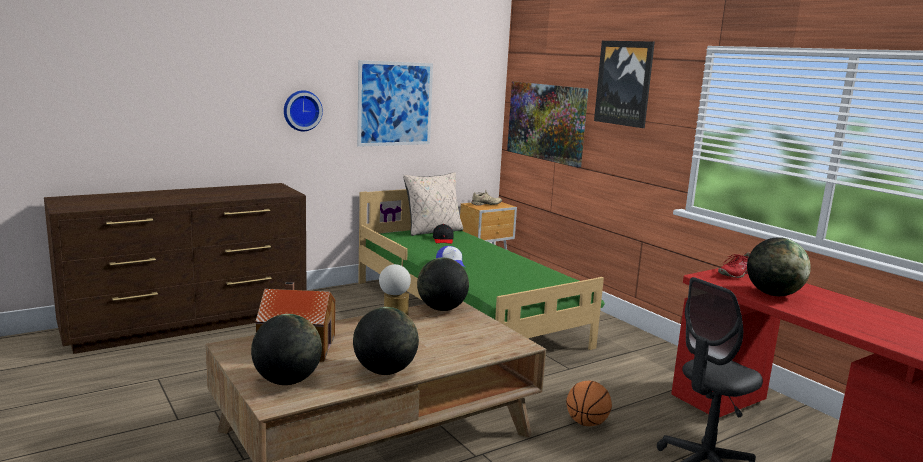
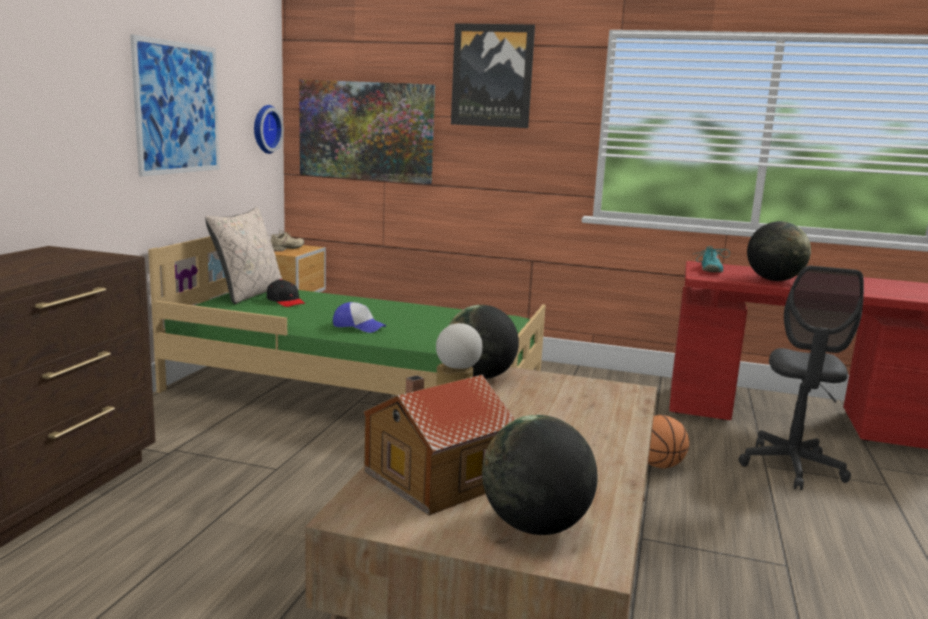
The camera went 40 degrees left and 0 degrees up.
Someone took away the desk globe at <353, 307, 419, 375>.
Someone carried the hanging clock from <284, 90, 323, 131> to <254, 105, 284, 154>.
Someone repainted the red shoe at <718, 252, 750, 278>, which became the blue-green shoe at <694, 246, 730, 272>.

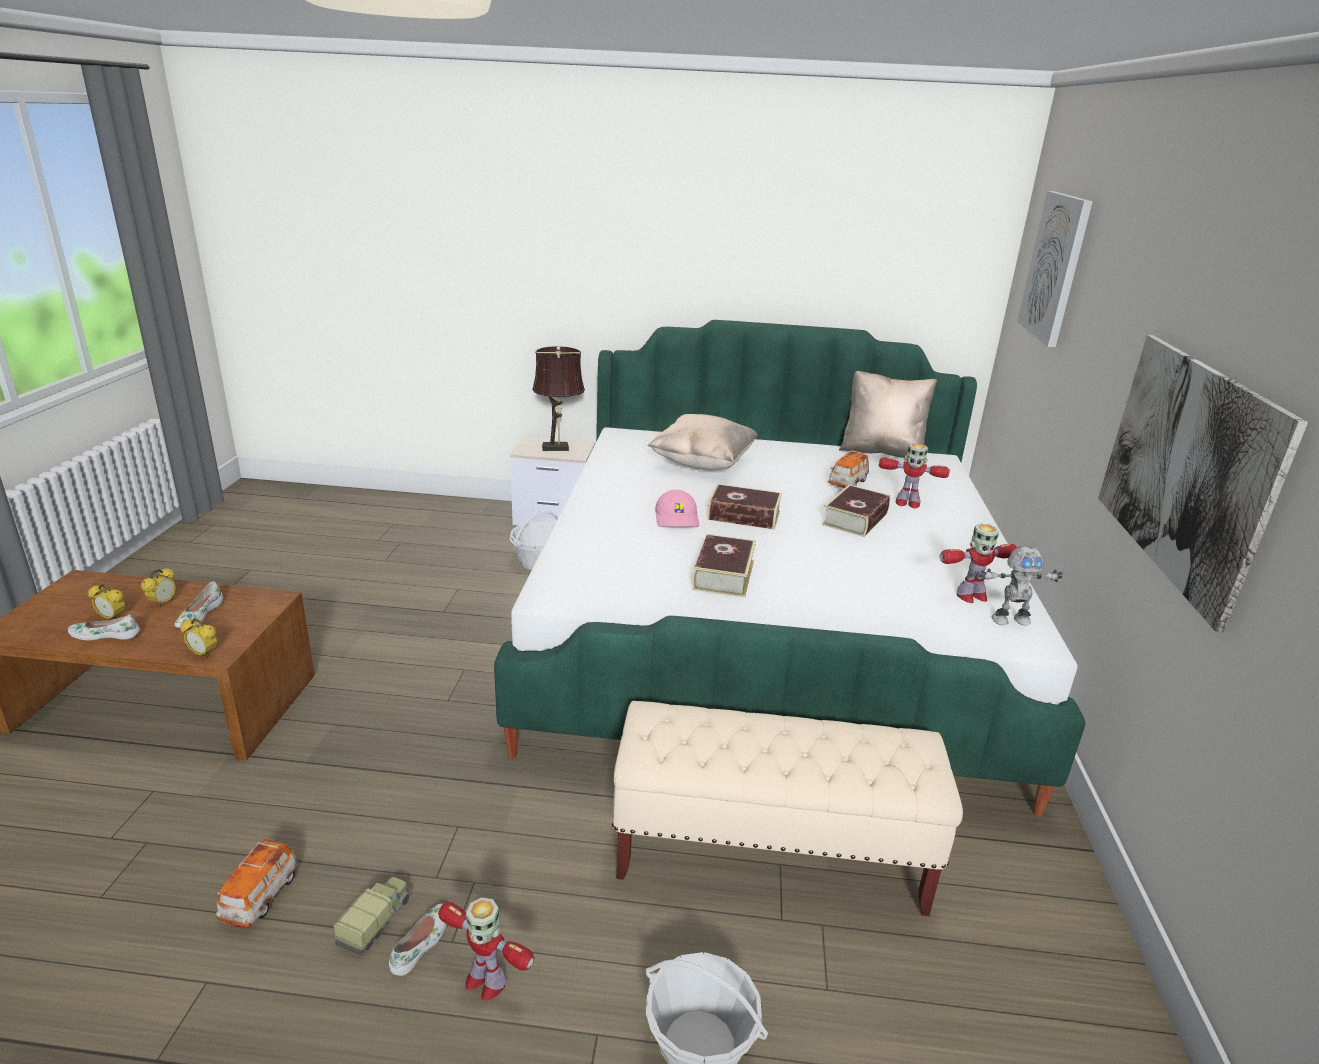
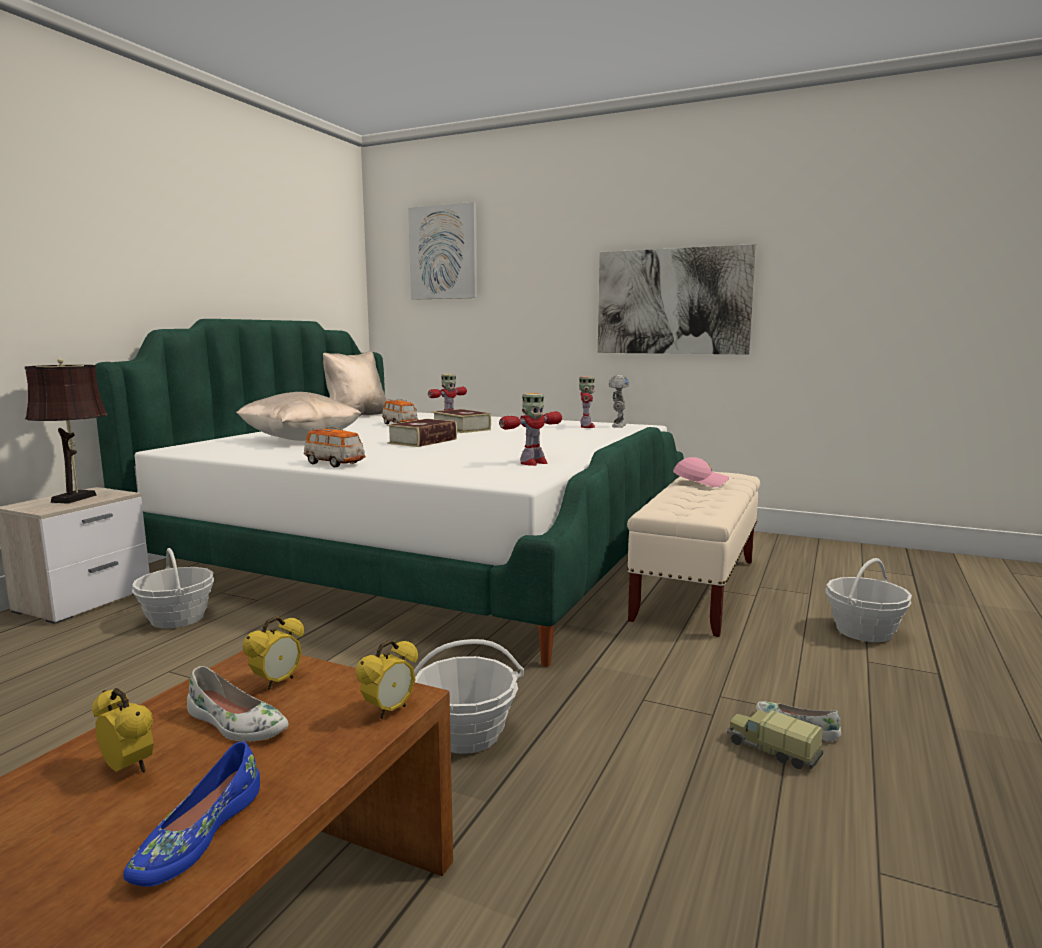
The camera went 70 degrees left and 15 degrees down.
Someone took away the bound book at <692, 534, 756, 598>.
Someone put down the household basket at <414, 639, 524, 754>.
Someone carried the alarm clock from <88, 584, 125, 619> to <243, 616, 304, 690>.
Someone carried the miniature car from <216, 839, 298, 928> to <303, 426, 365, 467>.
Someone carried the robot figure from <438, 897, 534, 1001> to <499, 393, 562, 466>.
Someone carried the pink baseball cap from <655, 490, 699, 527> to <673, 457, 729, 487>.
Someone repainted the whitish shoe at <68, 614, 140, 640>, which became the bluish shoe at <123, 741, 260, 887>.

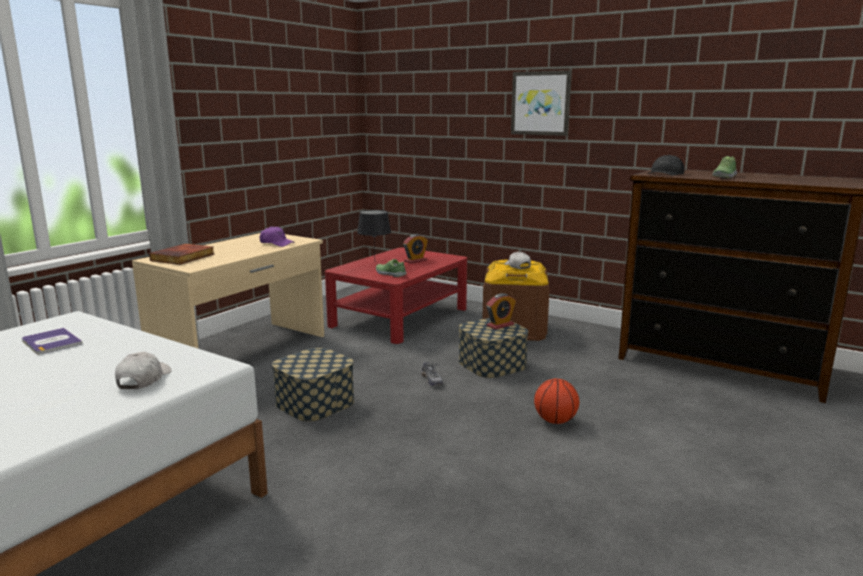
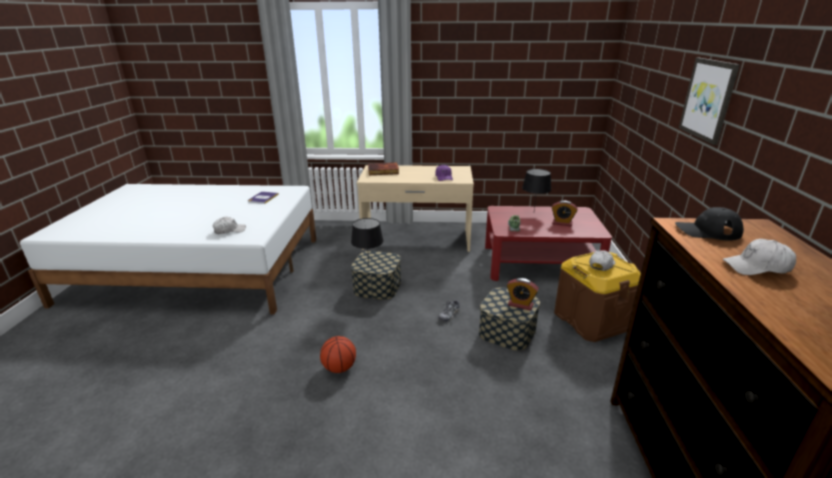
The camera went 60 degrees right and 10 degrees up.
Someone put down the blackish table lamp at <351, 218, 384, 265>.
Someone carried the basketball from <534, 379, 579, 424> to <320, 336, 356, 373>.
Someone swapped the shoe at <712, 156, 737, 178> for the whitish baseball cap at <722, 239, 796, 275>.

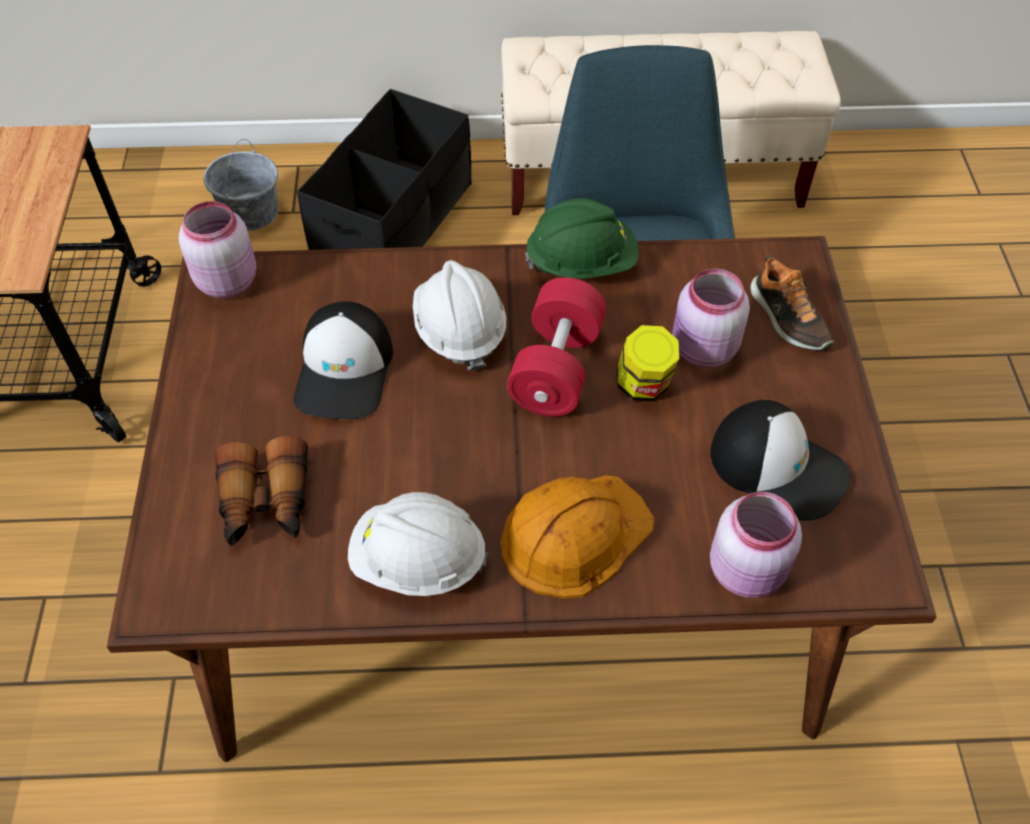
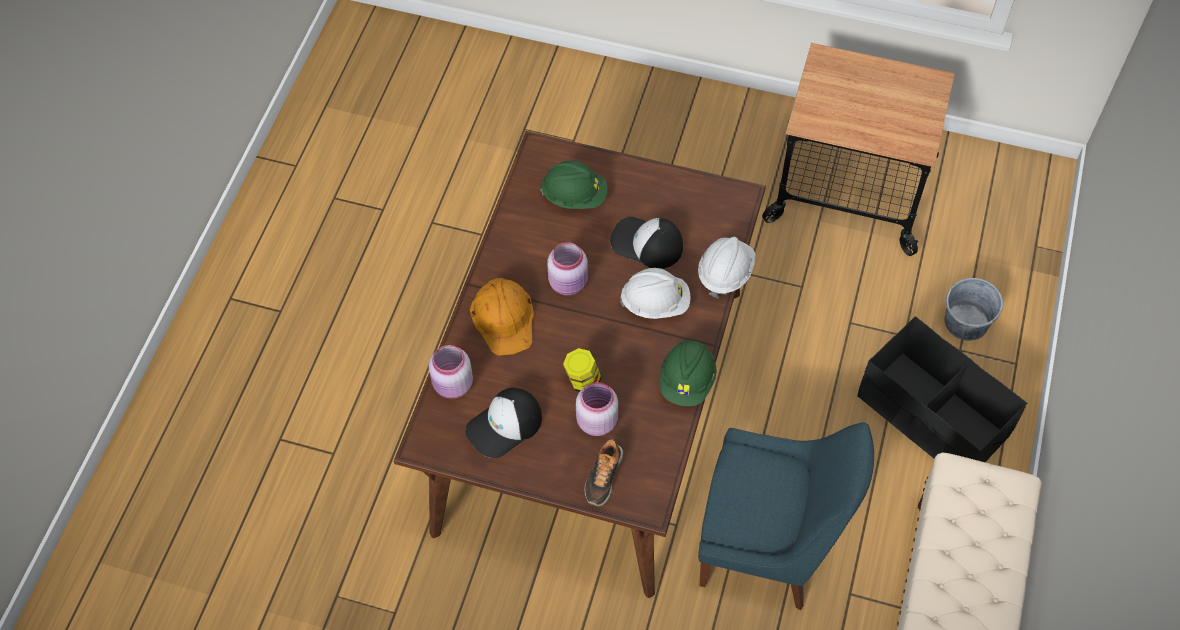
The camera went 110 degrees right and 5 degrees up.
Someone took away the red hand weight at <507, 277, 606, 417>.
Someone carried the pink storage jar from <179, 201, 257, 298> to <547, 242, 588, 296>.
Someone carried the whitish work helmet from <348, 492, 488, 596> to <698, 237, 756, 298>.
Someone swapped the field glasses at <215, 436, 308, 546> for the greenish work helmet at <541, 161, 608, 209>.
Someone rotated the shoe at <750, 256, 834, 350> by 60 degrees counterclockwise.

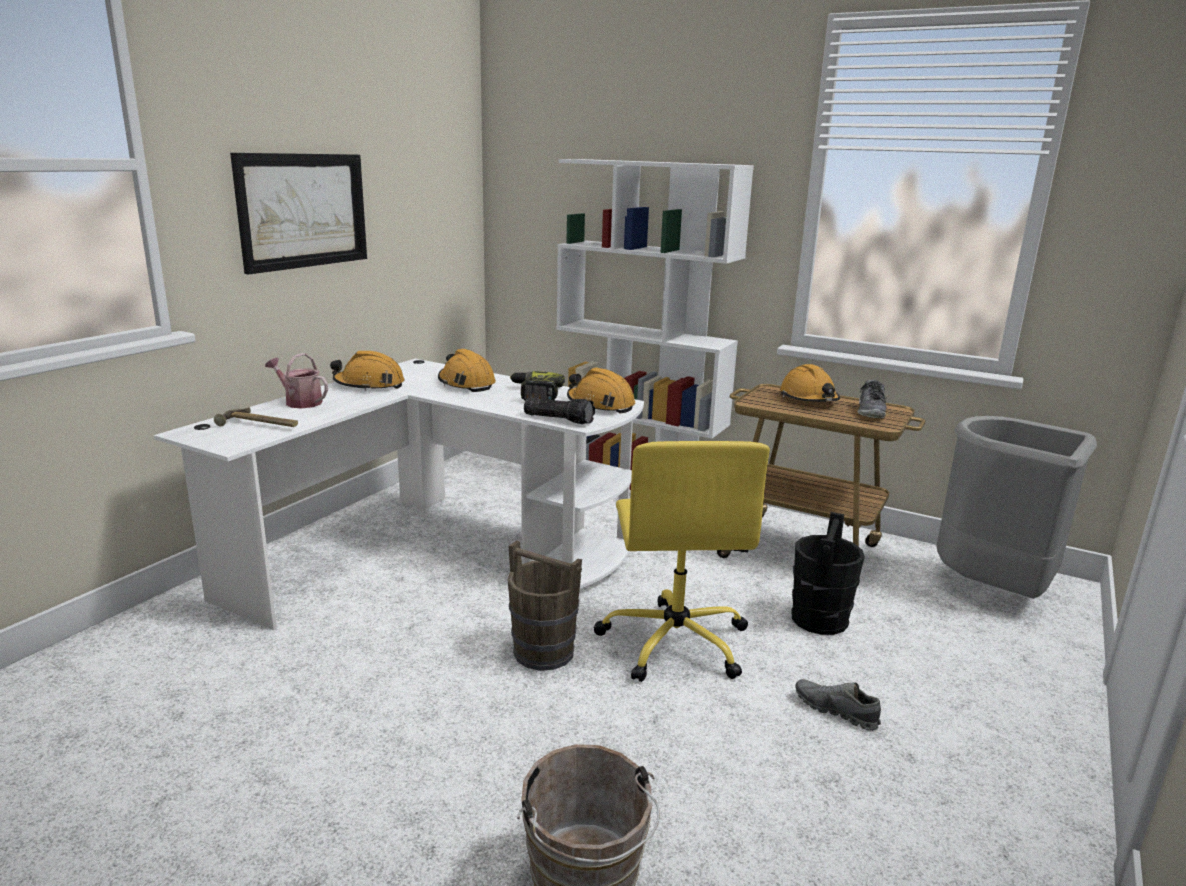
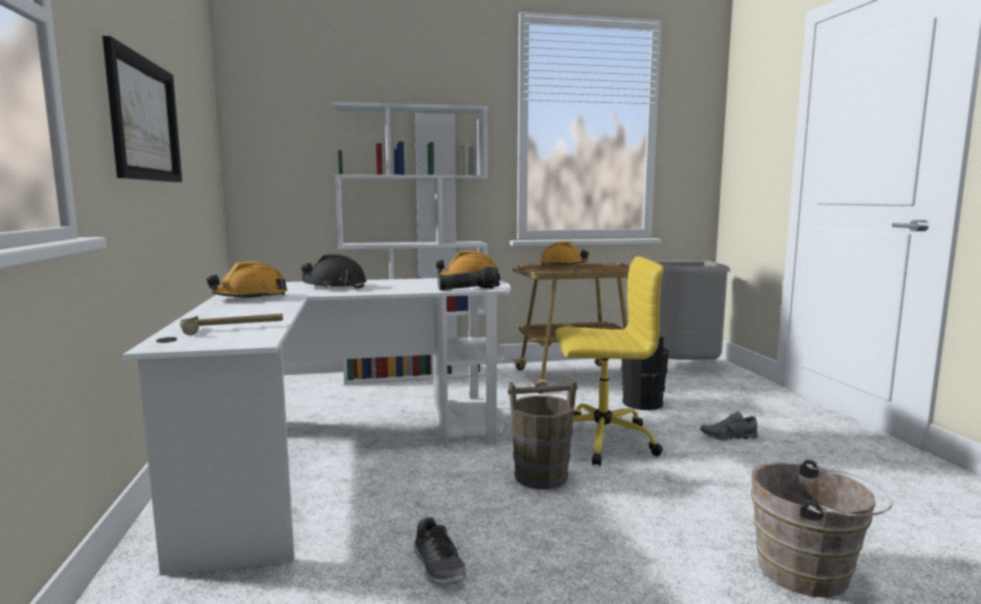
The camera went 40 degrees left and 10 degrees down.
Someone took away the sprinkling can at <265, 353, 328, 408>.
Someone took away the power drill at <510, 371, 565, 400>.
Someone carried the shoe from <857, 380, 887, 418> to <413, 517, 467, 586>.
Someone repainted the orangey work helmet at <438, 349, 496, 392>, which became the blackish work helmet at <301, 254, 366, 289>.
Someone rotated the yellow-coloured computer chair at <594, 441, 770, 682> by 45 degrees counterclockwise.

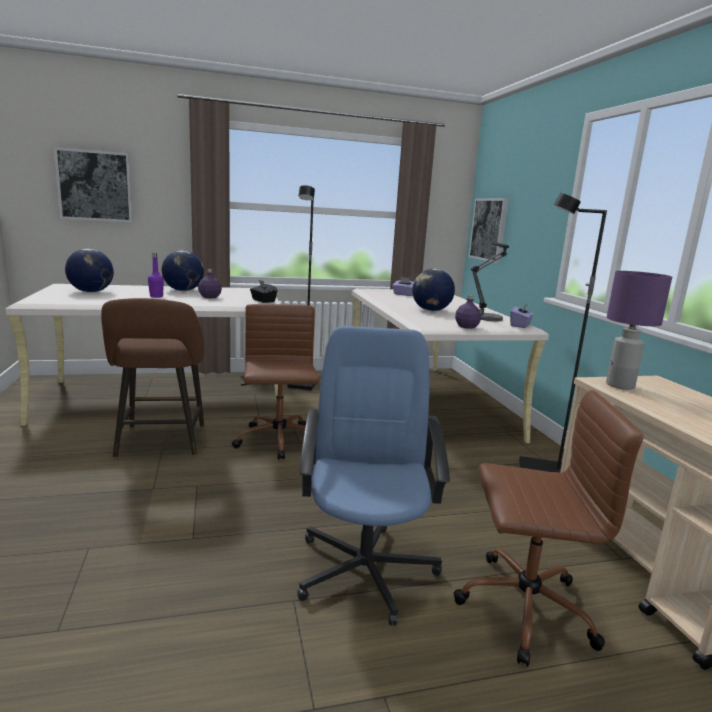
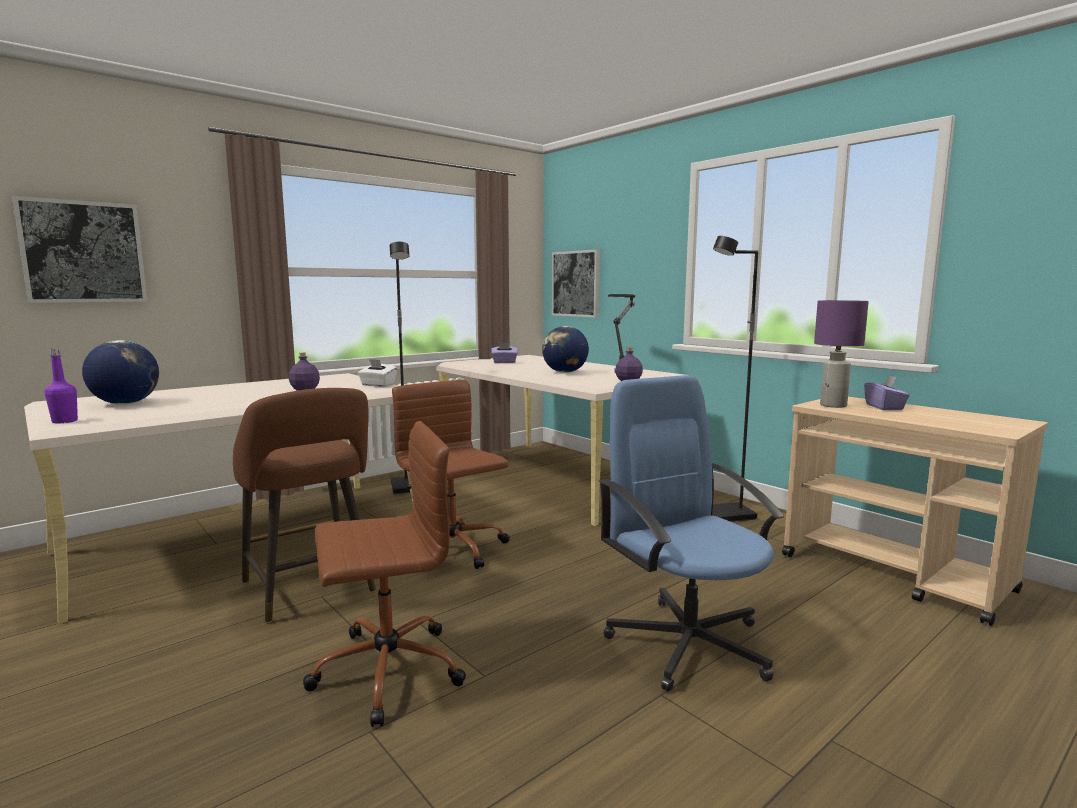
The camera went 25 degrees left and 5 degrees down.
Someone took away the desk globe at <162, 250, 204, 291>.
Someone carried the purple bottle from <148, 253, 164, 298> to <45, 348, 78, 423>.
Someone carried the brownish computer chair from <454, 390, 644, 667> to <303, 421, 466, 727>.
Someone carried the purple box of tissues from <510, 304, 534, 328> to <864, 375, 910, 410>.
Someone repainted the blackish box of tissues at <250, 280, 277, 303>, which became the whitish box of tissues at <358, 359, 397, 387>.

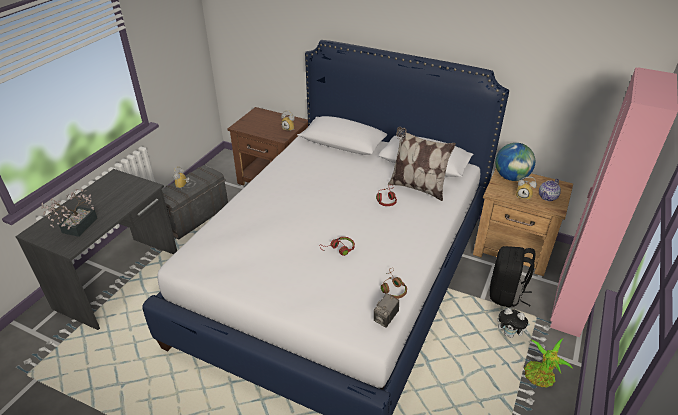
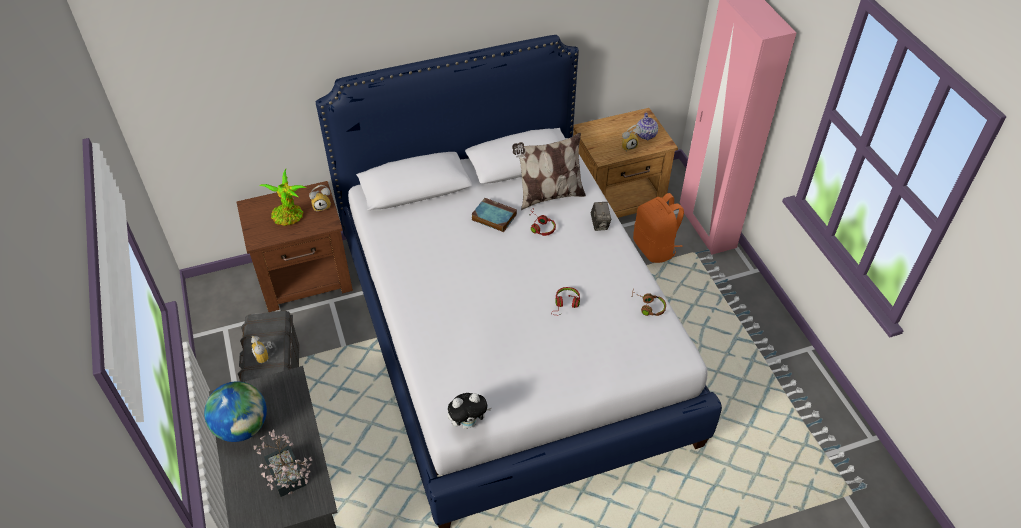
The camera went 45 degrees left and 10 degrees up.
Someone put down the bound book at <471, 198, 517, 232>.
Someone carried the photo camera from <374, 293, 399, 328> to <591, 202, 611, 231>.
Someone carried the desk globe from <495, 143, 535, 181> to <204, 381, 267, 442>.
Someone carried the plush toy from <497, 308, 530, 338> to <448, 393, 491, 429>.
Someone carried the plant in a pot from <524, 339, 572, 387> to <259, 169, 306, 226>.
Someone repainted the blackish rucksack at <490, 246, 535, 308>, which became the orangey rucksack at <633, 193, 684, 263>.

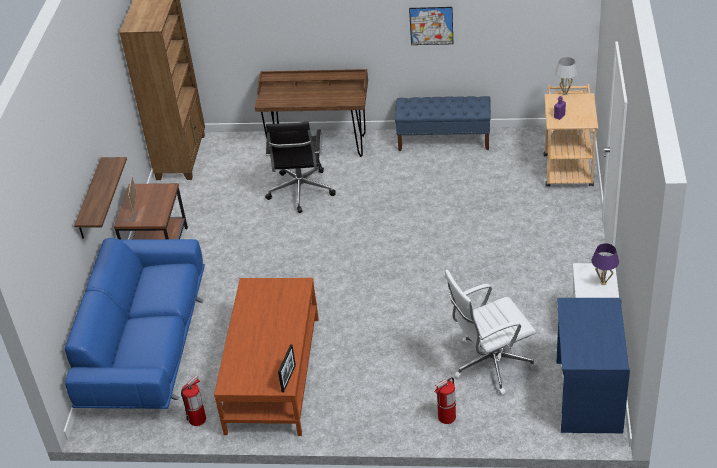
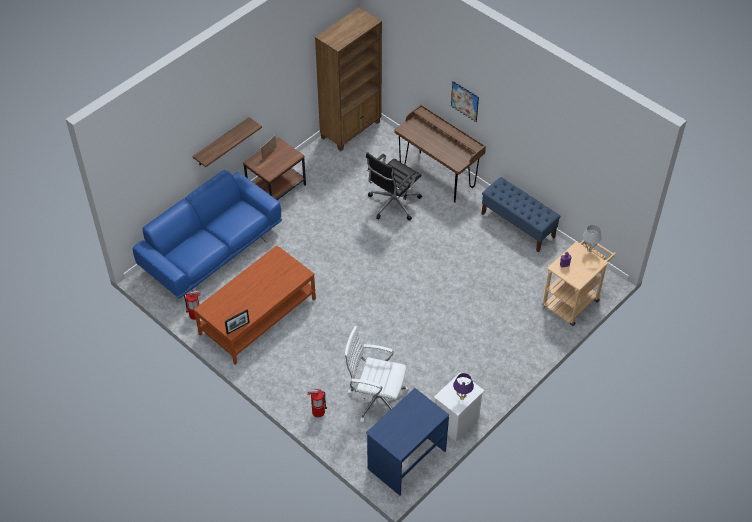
The camera went 35 degrees right and 10 degrees up.
Someone carried the wall art from <409, 7, 453, 45> to <451, 81, 479, 122>.

